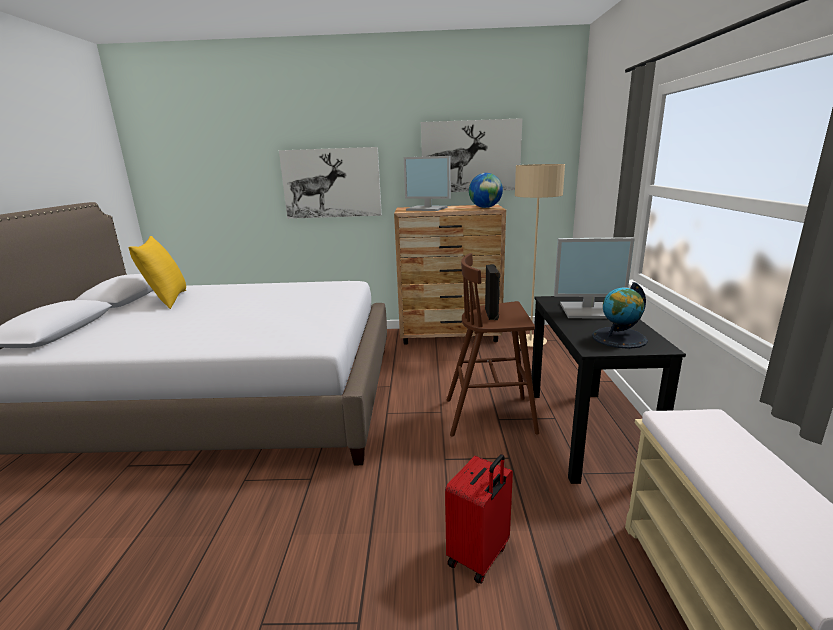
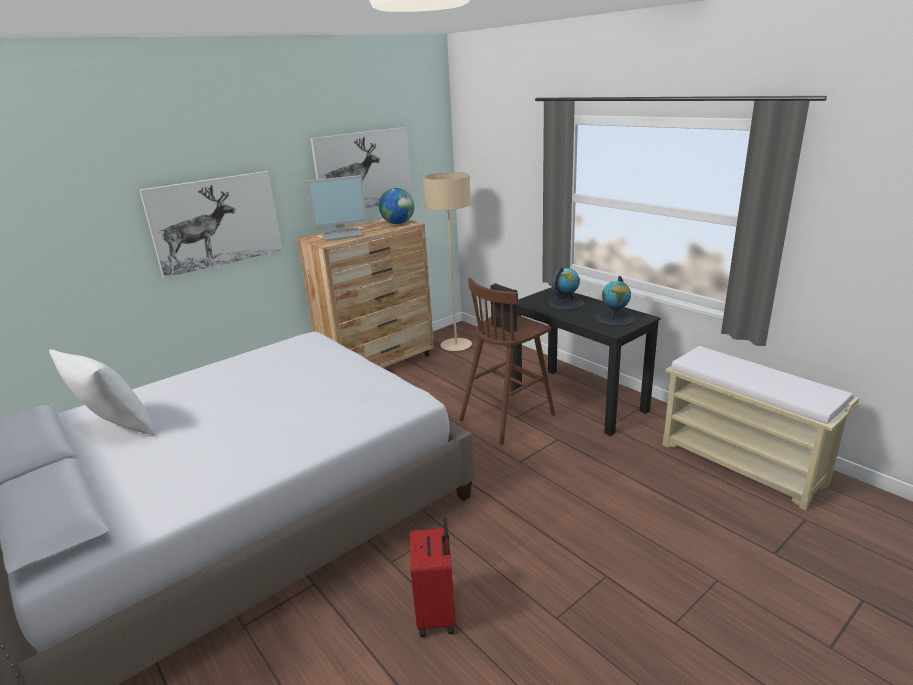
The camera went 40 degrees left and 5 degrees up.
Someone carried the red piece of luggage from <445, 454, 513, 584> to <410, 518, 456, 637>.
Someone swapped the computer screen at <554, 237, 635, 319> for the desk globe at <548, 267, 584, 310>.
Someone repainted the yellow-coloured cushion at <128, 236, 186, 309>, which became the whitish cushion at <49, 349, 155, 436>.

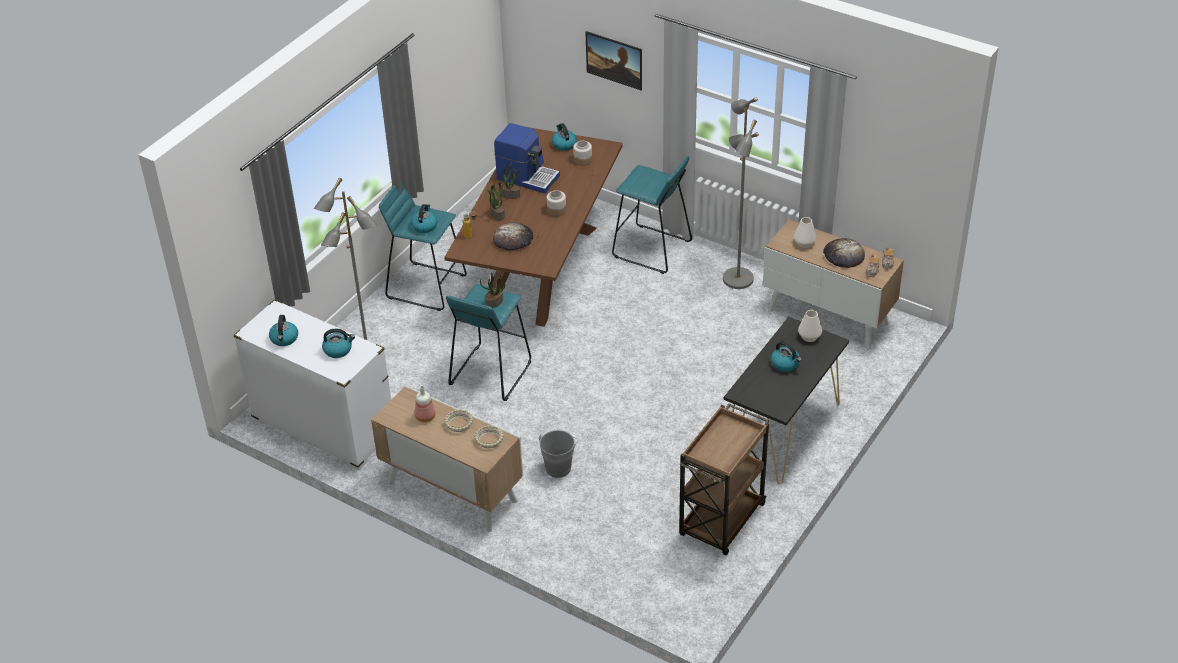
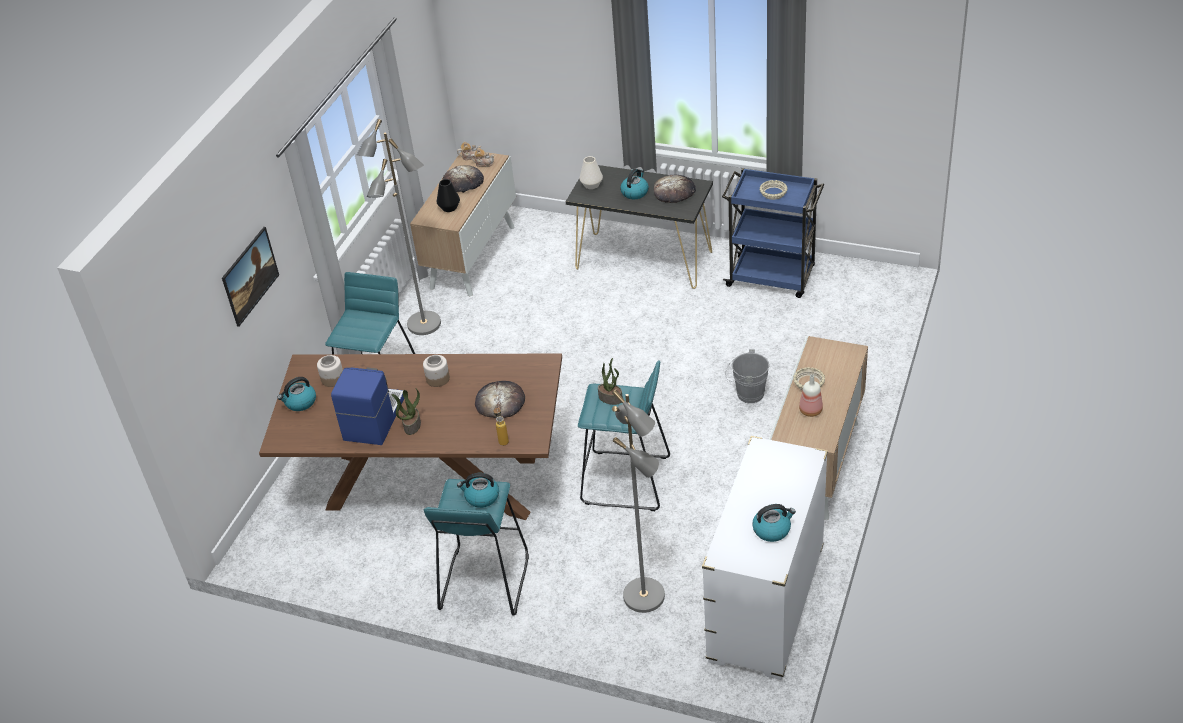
The camera went 100 degrees left and 0 degrees up.
Someone took away the tea kettle at <322, 329, 355, 358>.
Someone took away the plant in a pot at <486, 182, 505, 221>.
Someone put down the bakery bread at <654, 175, 696, 203>.
Someone carried the sand-coloured bowl from <475, 425, 504, 448> to <760, 180, 788, 200>.
Someone repainted the brownish cart at <679, 403, 769, 556>, which became the bluish cart at <722, 168, 824, 298>.
Someone repainted the whitish vase at <794, 217, 817, 248>, which became the blackish vase at <437, 179, 460, 212>.

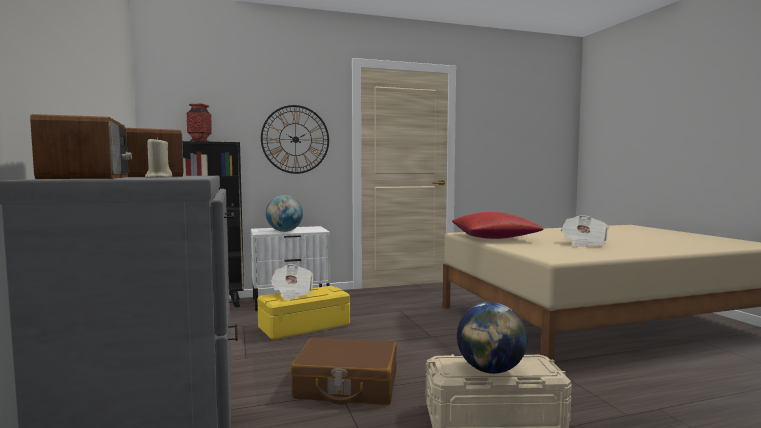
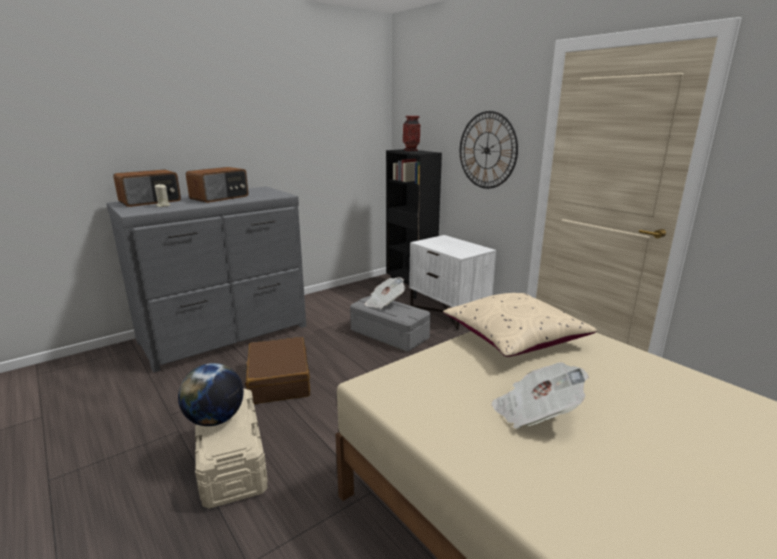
The camera went 70 degrees right and 15 degrees up.
Someone took away the desk globe at <266, 195, 303, 232>.
Someone repainted the yellow-coloured storage bin at <257, 286, 350, 340>, which became the greyish storage bin at <350, 295, 431, 352>.
Someone repainted the red cushion at <452, 212, 543, 239>, which became the sand-coloured cushion at <443, 293, 598, 357>.

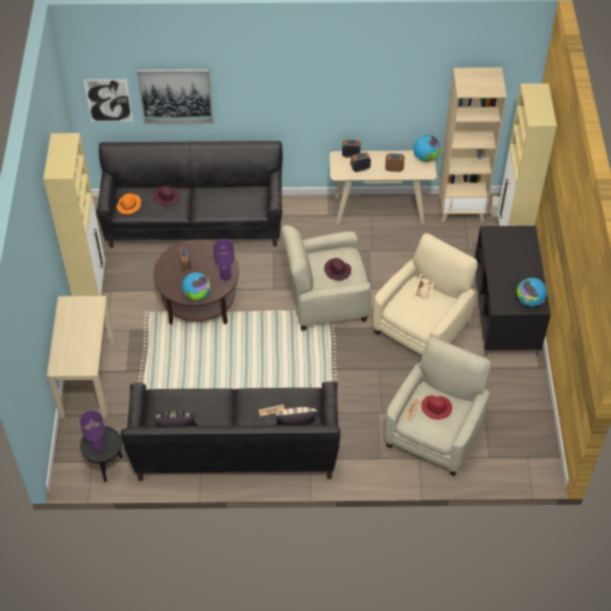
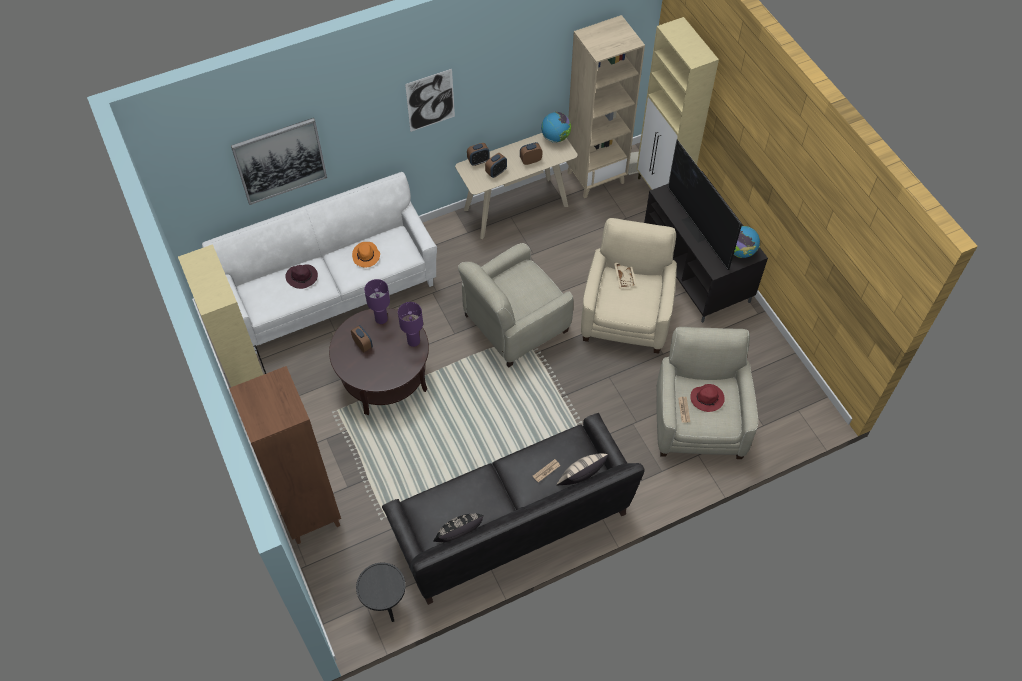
The camera went 25 degrees left and 5 degrees up.
Someone took away the desk globe at <182, 272, 211, 301>.
Someone took away the purple hat at <324, 258, 351, 280>.
Someone put down the TV set at <668, 139, 742, 270>.
Someone carried the purple table lamp from <80, 410, 105, 452> to <364, 279, 390, 324>.
Someone carried the wall art from <83, 79, 133, 122> to <405, 69, 455, 132>.
Someone carried the orangey hat from <117, 193, 141, 215> to <352, 242, 380, 267>.
Someone swapped the sand-coloured narrow table at <47, 296, 115, 418> for the brownish bookcase at <229, 366, 341, 544>.
Someone repainted the blackish settee at <96, 141, 283, 248>, which became the whitish settee at <202, 172, 437, 354>.

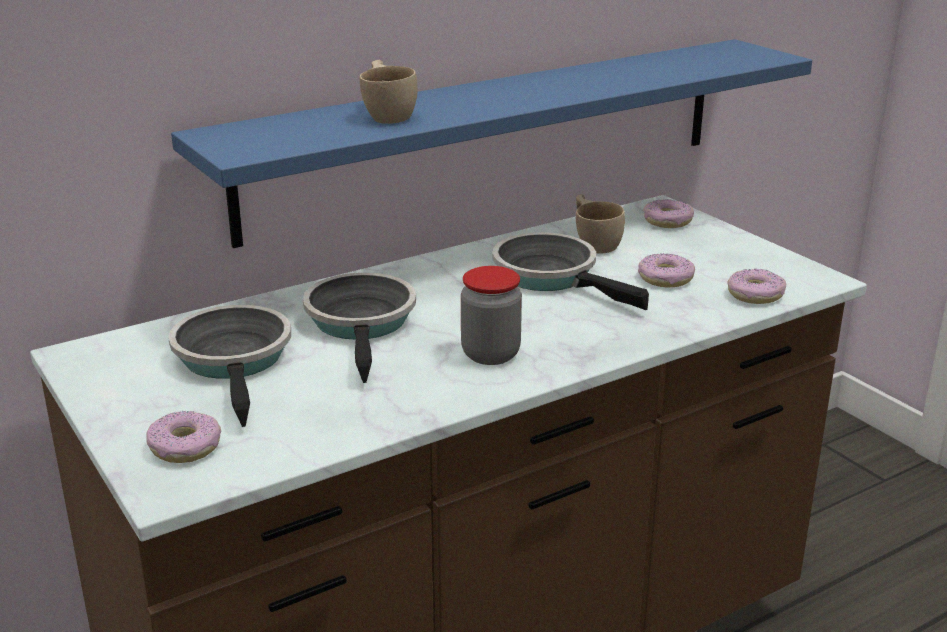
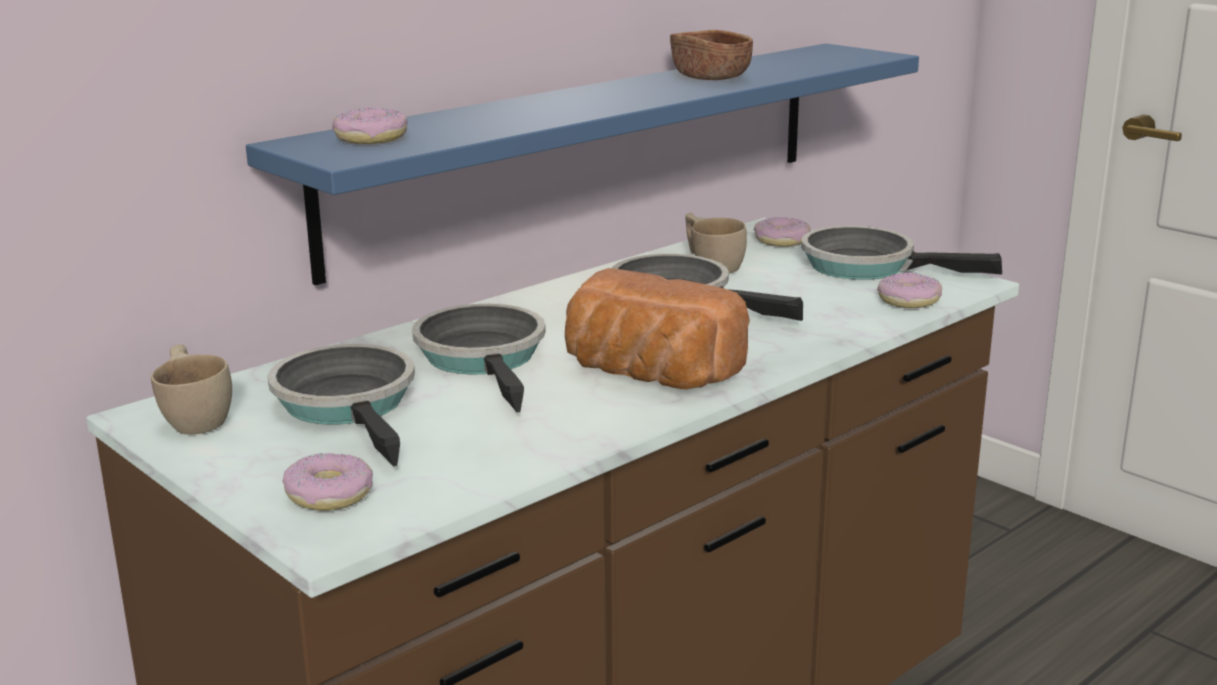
The camera went 10 degrees left and 5 degrees down.
Someone put down the brownish bowl at <670, 30, 753, 80>.
Someone put down the frying pan at <801, 226, 1002, 280>.
Someone carried the sand-coloured drinking cup from <359, 60, 418, 124> to <151, 344, 232, 435>.
Someone carried the ring doughnut from <638, 253, 695, 288> to <332, 108, 408, 144>.
Someone swapped the storage jar at <461, 266, 522, 365> for the bakery bread at <565, 268, 750, 389>.

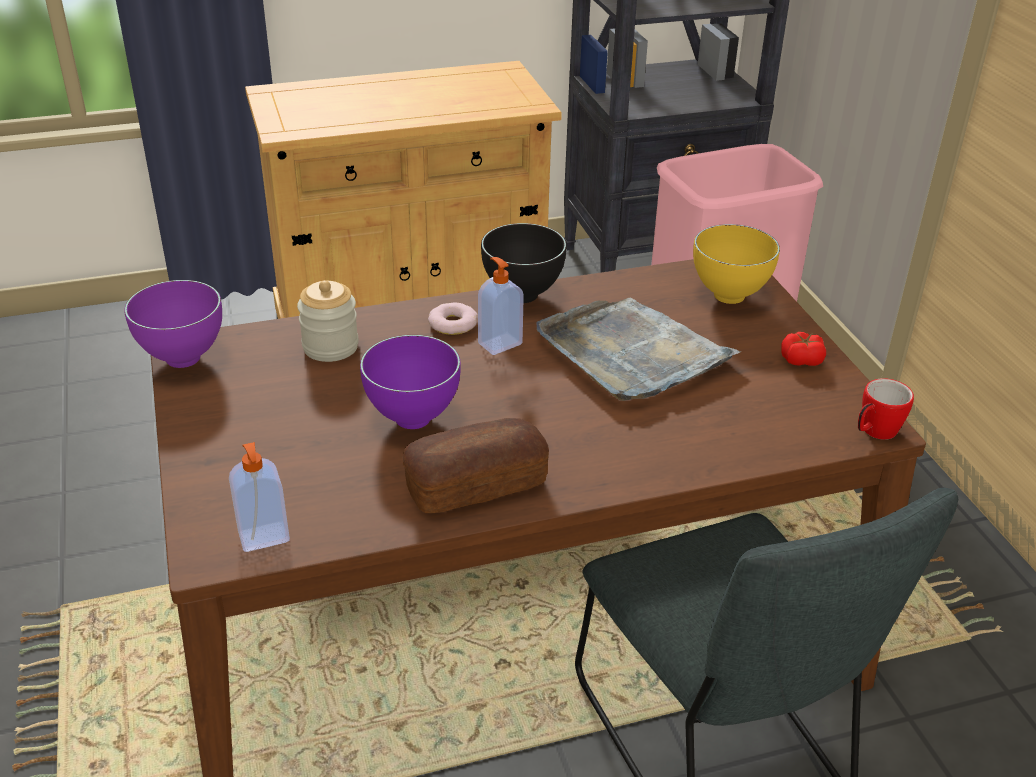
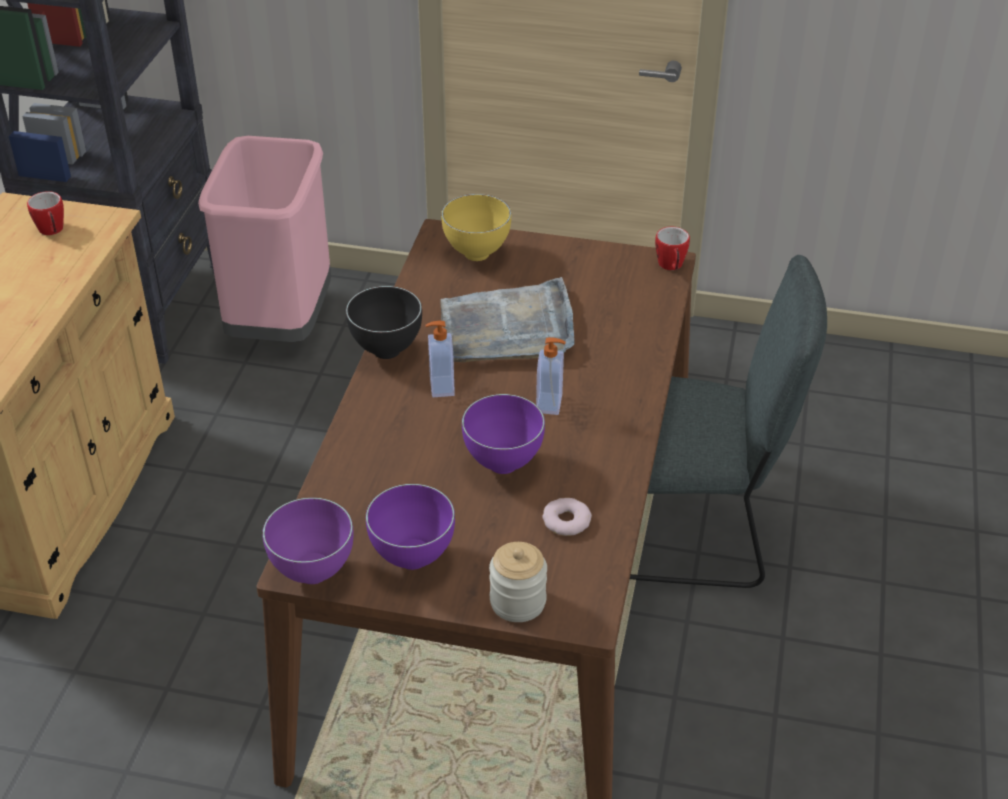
The camera went 60 degrees left and 5 degrees up.
Someone took away the bakery bread at <403, 418, 549, 513>.
Someone took away the tomato at <781, 332, 826, 366>.
Someone put down the mug at <27, 191, 64, 235>.
Someone put down the purple bowl at <366, 484, 455, 570>.
Someone carried the soap bottle from <229, 442, 290, 552> to <536, 337, 566, 415>.
Someone carried the storage jar from <297, 280, 359, 362> to <489, 542, 547, 622>.
Someone carried the ring doughnut from <428, 302, 478, 335> to <542, 498, 592, 536>.

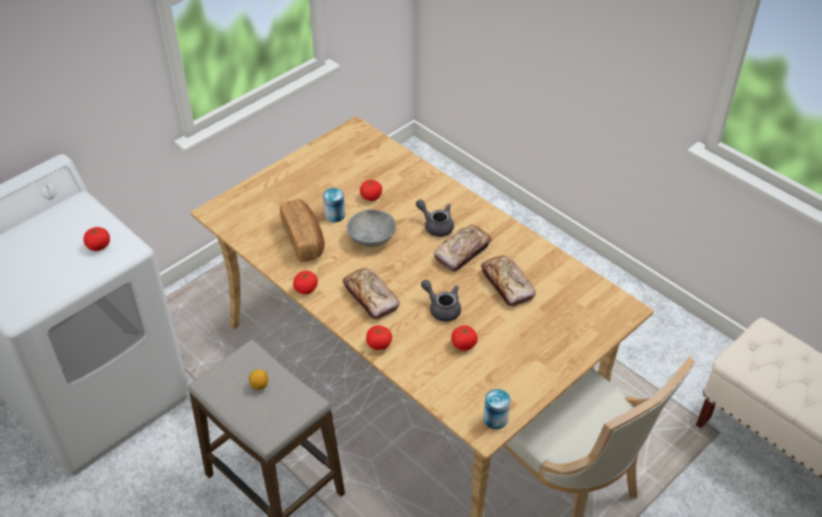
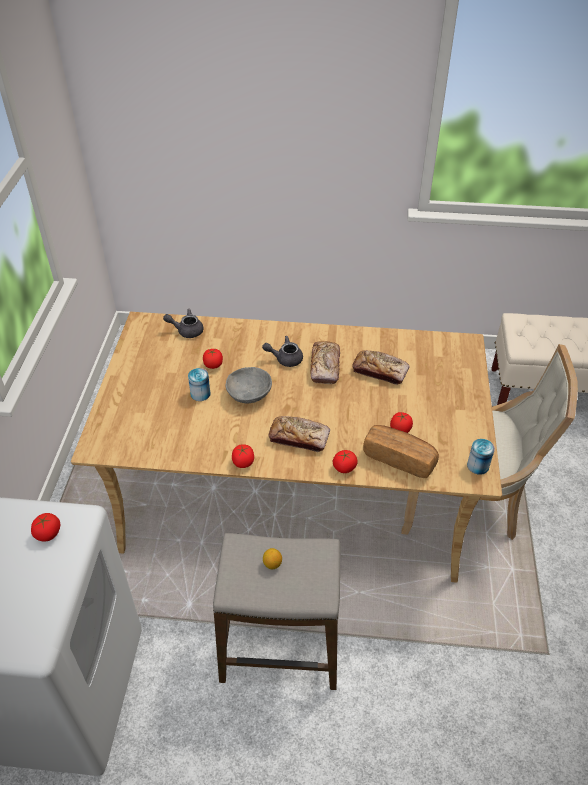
The camera went 40 degrees left and 0 degrees up.
Someone carried the bakery bread from <280, 199, 325, 262> to <363, 425, 439, 478>.
Someone carried the greyish pot for tea from <421, 279, 461, 322> to <163, 308, 203, 338>.

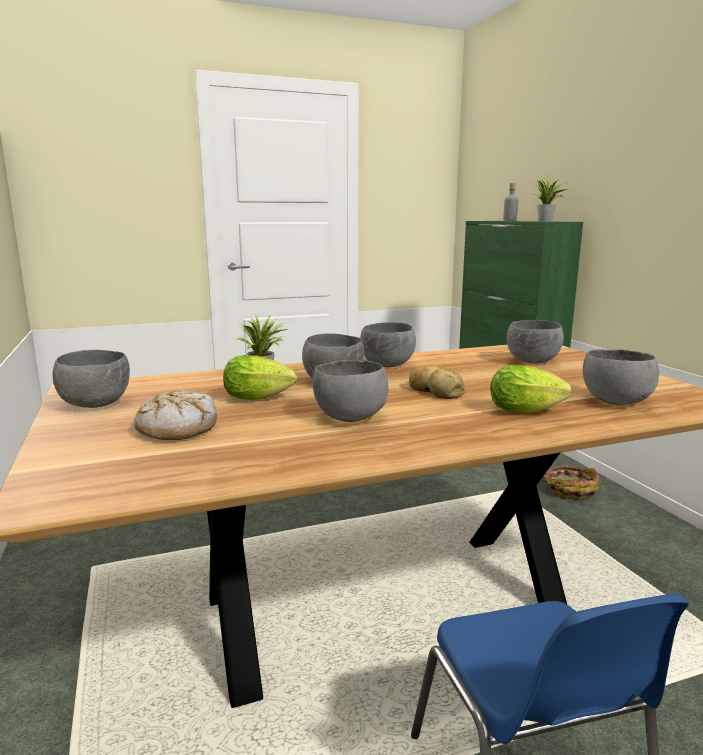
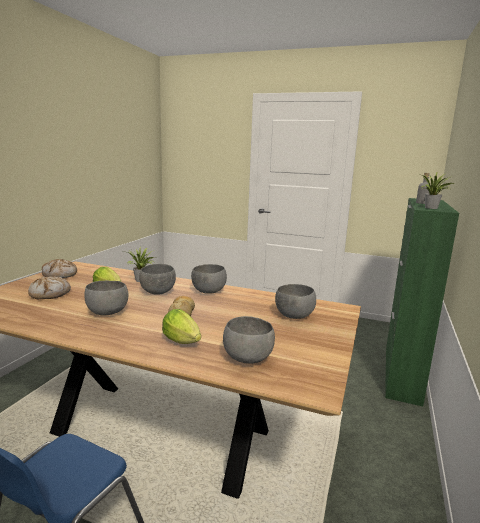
The camera went 40 degrees right and 0 degrees up.
Someone took away the household basket at <540, 466, 599, 500>.
Someone swapped the greyish bowl at <53, 350, 130, 408> for the bakery bread at <42, 259, 77, 278>.

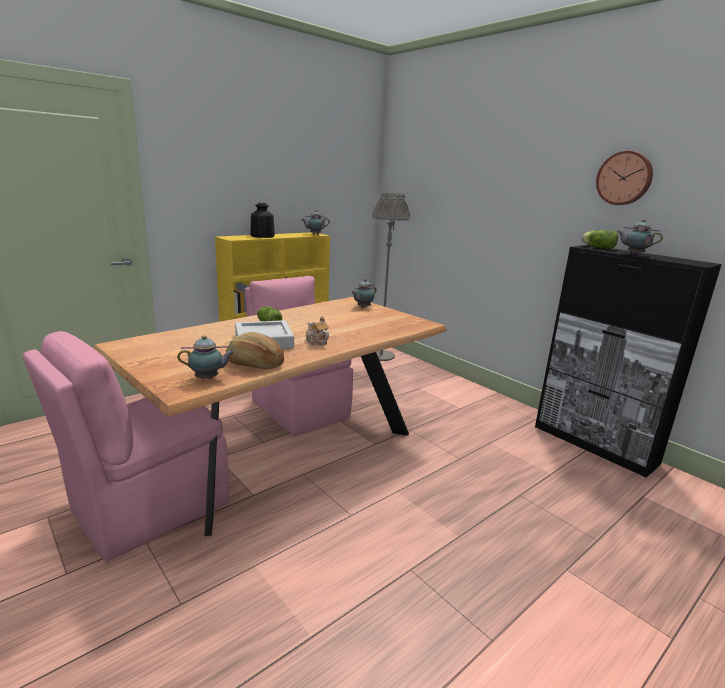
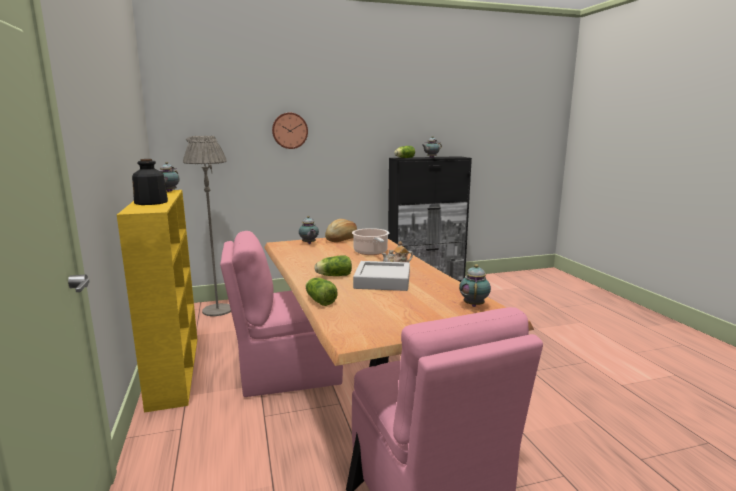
The camera went 65 degrees left and 5 degrees down.
Someone put down the lettuce at <305, 278, 338, 306>.
Someone put down the stockpot at <352, 228, 389, 255>.
Someone carried the bakery bread from <226, 332, 284, 369> to <325, 219, 357, 242>.
Someone carried the hanging clock from <596, 151, 653, 205> to <272, 113, 308, 149>.

